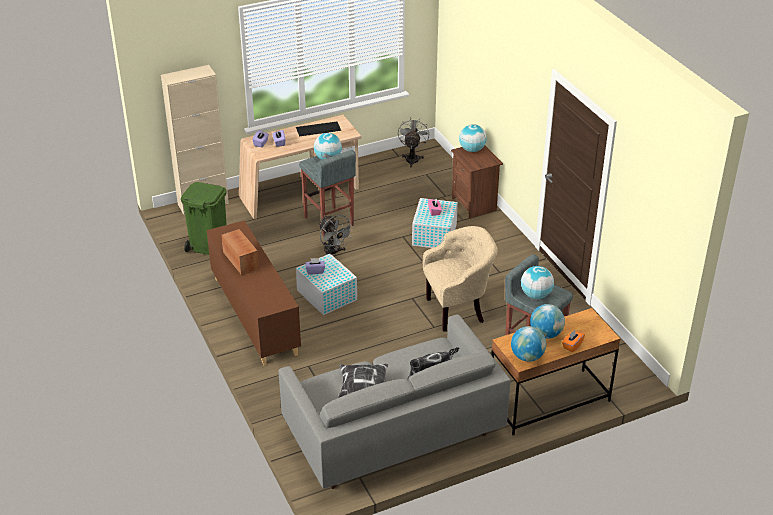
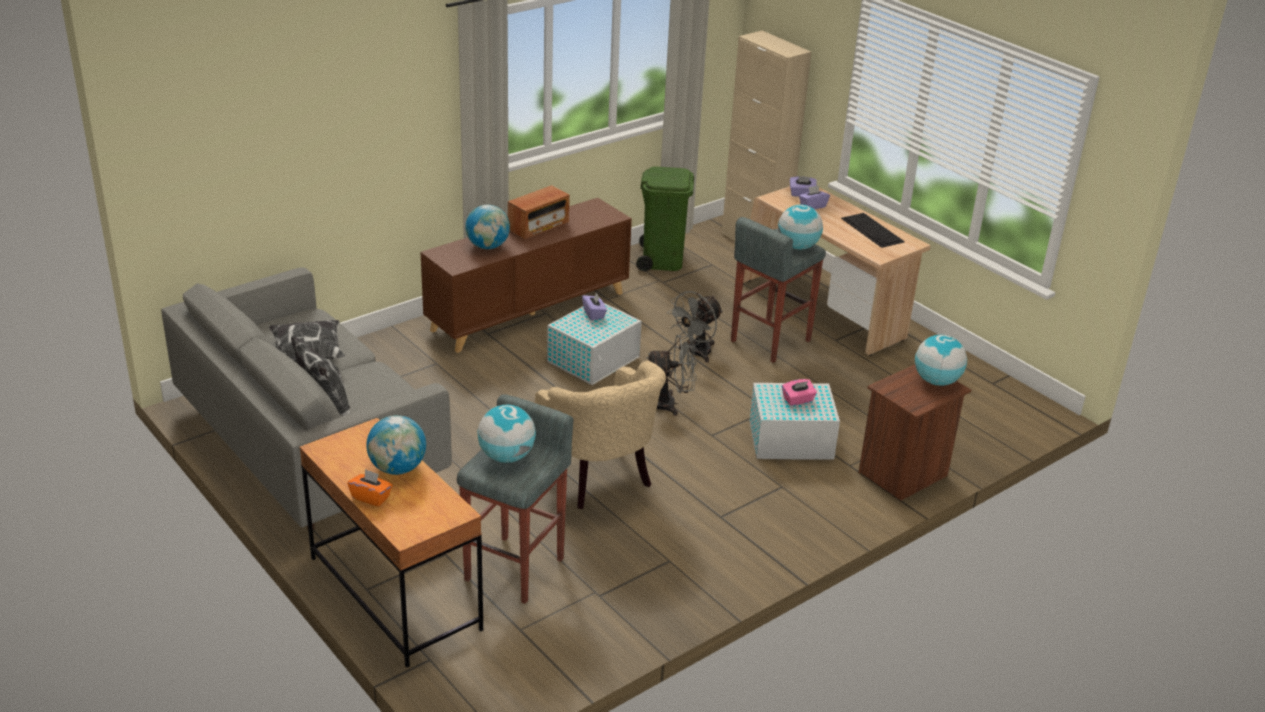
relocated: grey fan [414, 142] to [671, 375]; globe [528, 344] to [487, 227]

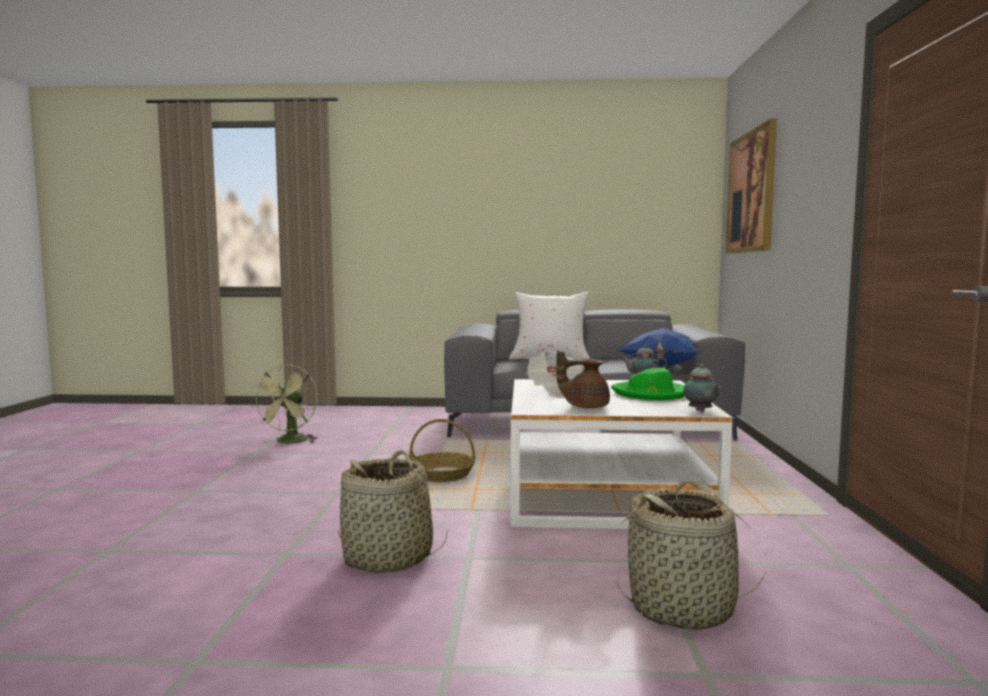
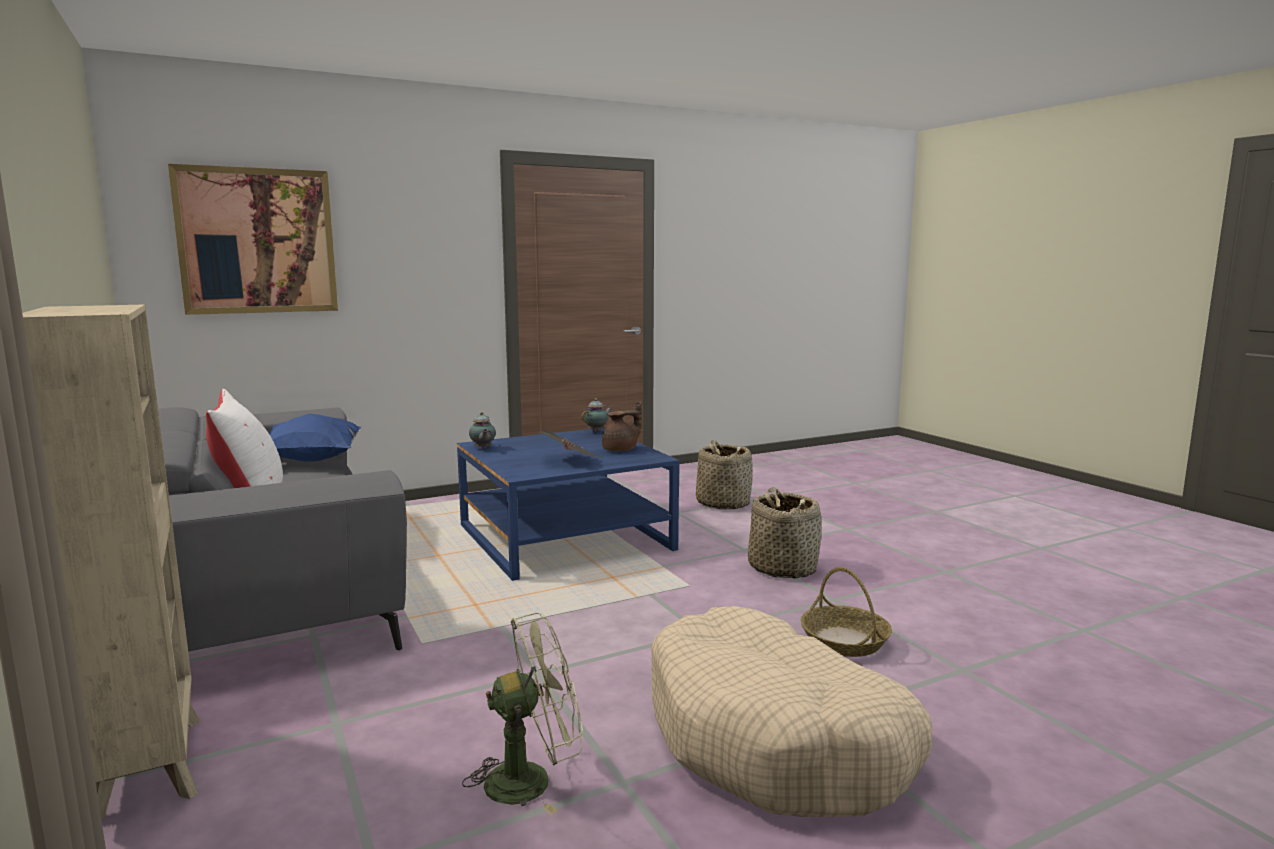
missing: green hat [648, 384]
appeared: beige bookcase [111, 561]; beige dog bed [791, 711]
relocated: basket [442, 450] to [846, 612]
colour: white coffee table [621, 454] to blue coffee table [568, 504]
spun: brown teapot [583, 379] = [622, 426] 90 degrees counterclockwise

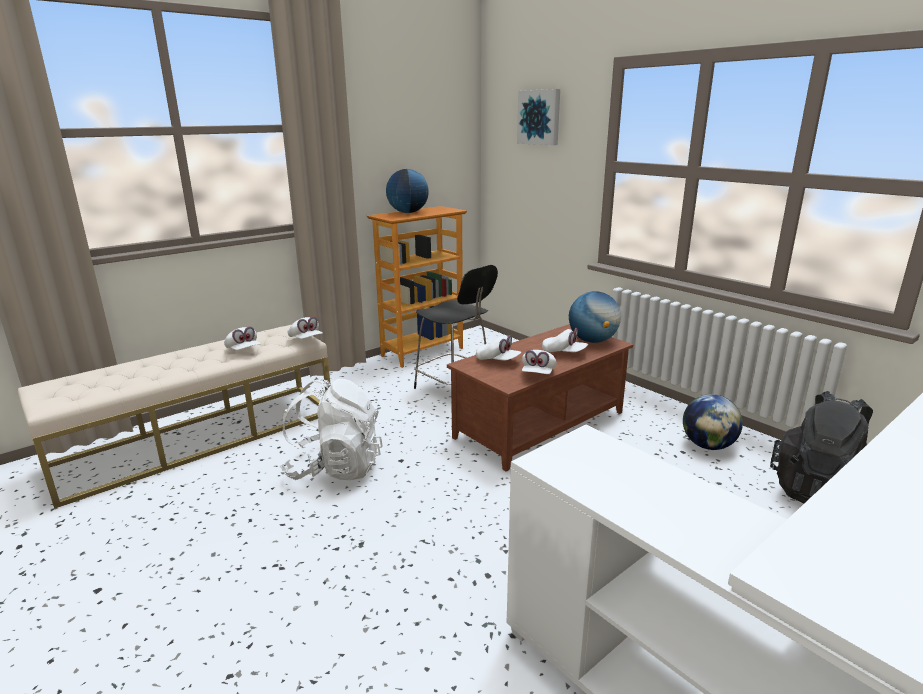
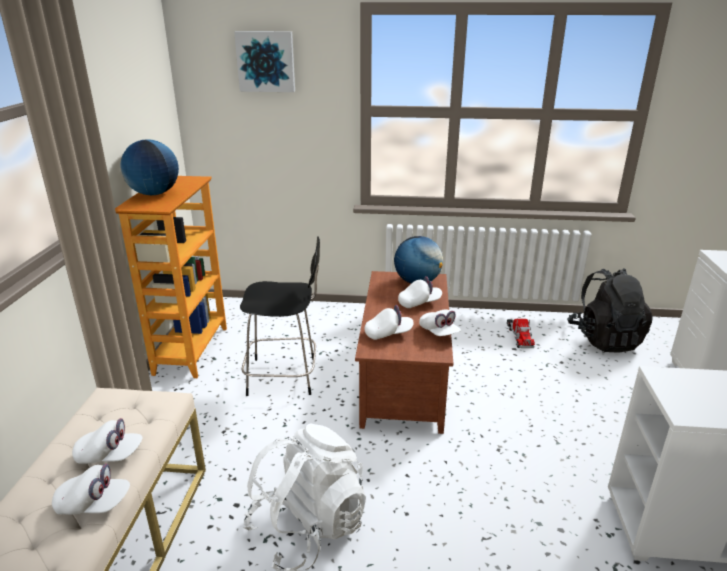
relocated: white cap [305, 328] to [91, 489]
exchanged: globe [713, 422] to toy truck [521, 333]

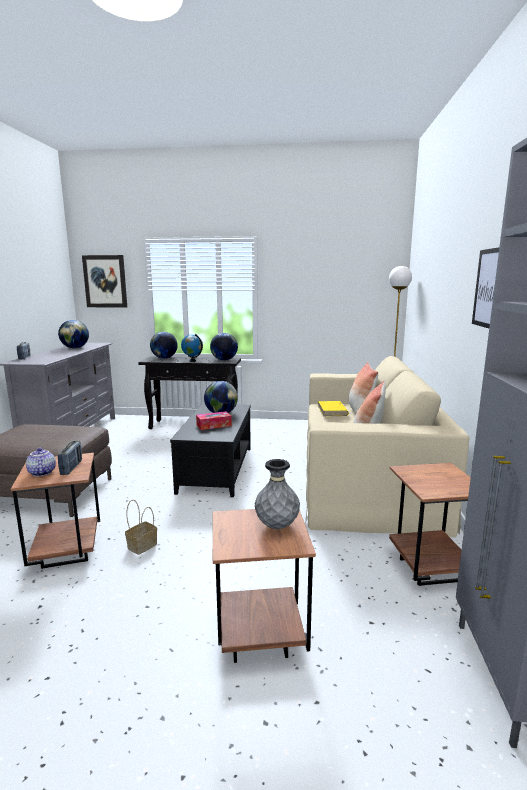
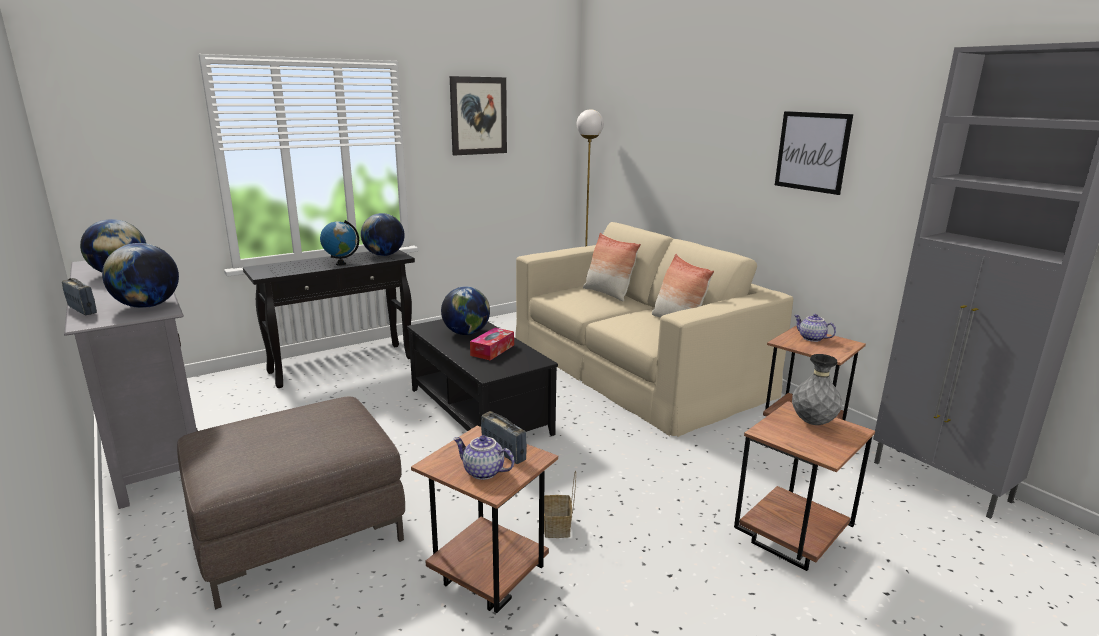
missing: yellow book [333, 408]
appeared: teapot [815, 328]
relocated: picture [104, 281] to [478, 115]; globe [164, 345] to [140, 275]

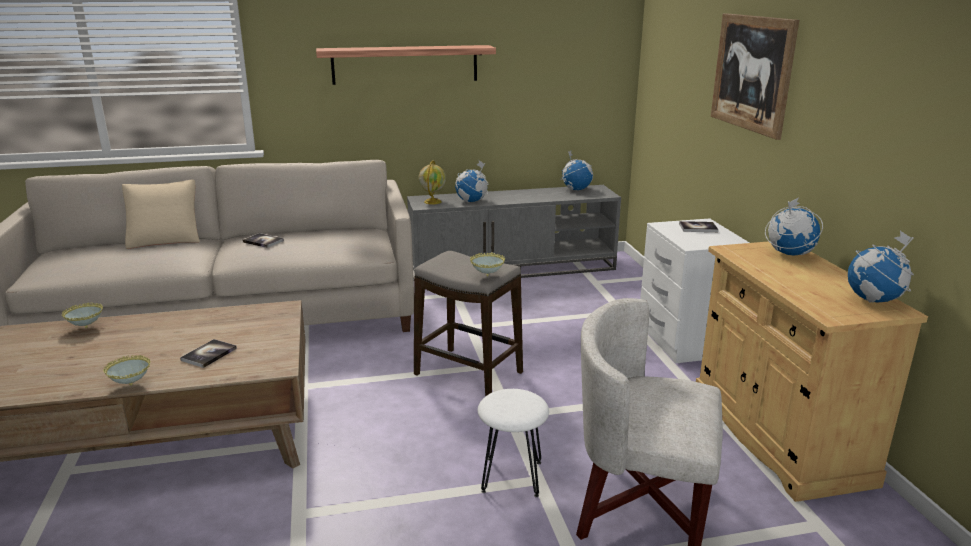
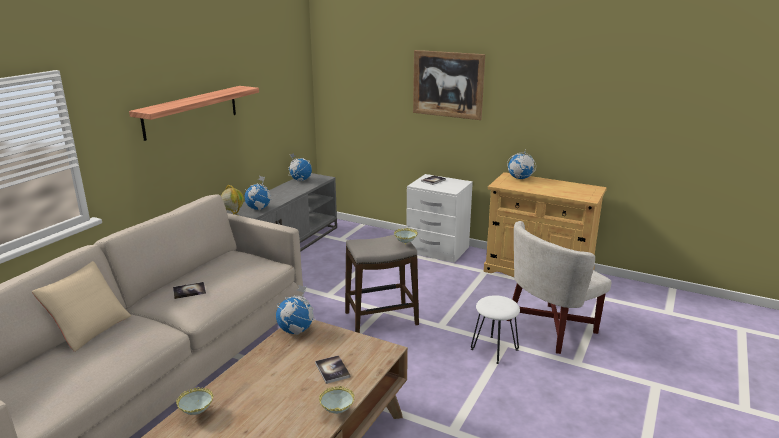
relocated: globe [881, 267] to [296, 310]

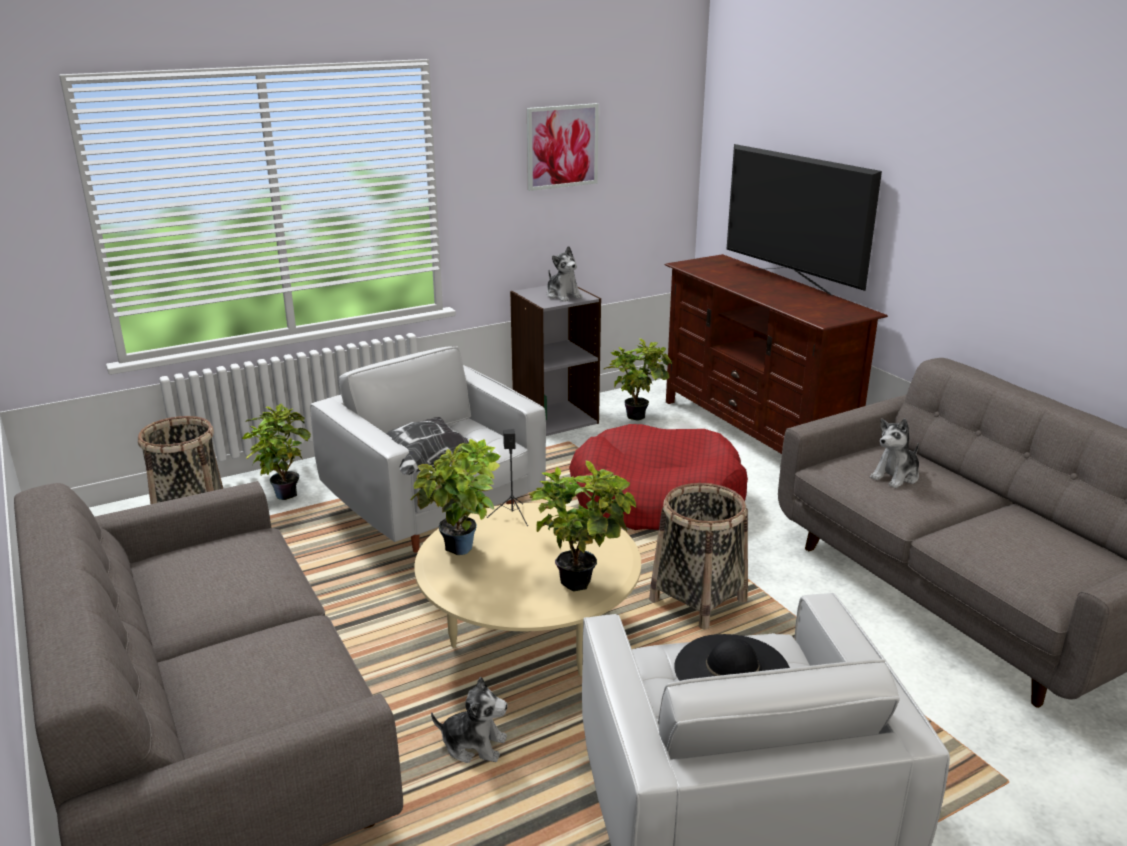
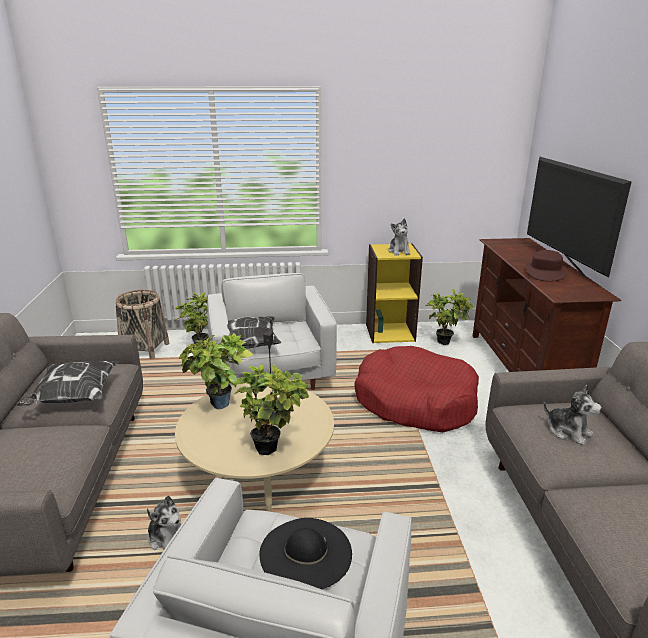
missing: picture [563, 147]; basket [698, 556]
appeared: pillow [67, 383]; brown hat [546, 265]
colour: grey bookcase [555, 360] to yellow bookcase [394, 293]
spun: plush toy [894, 453] = [572, 415] 120 degrees counterclockwise

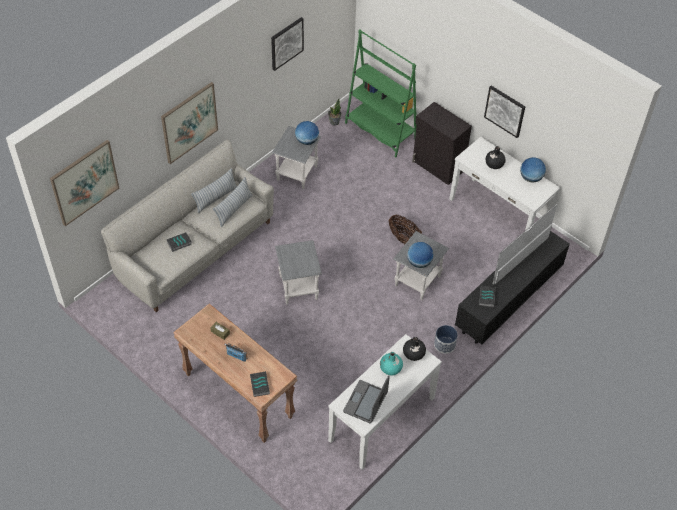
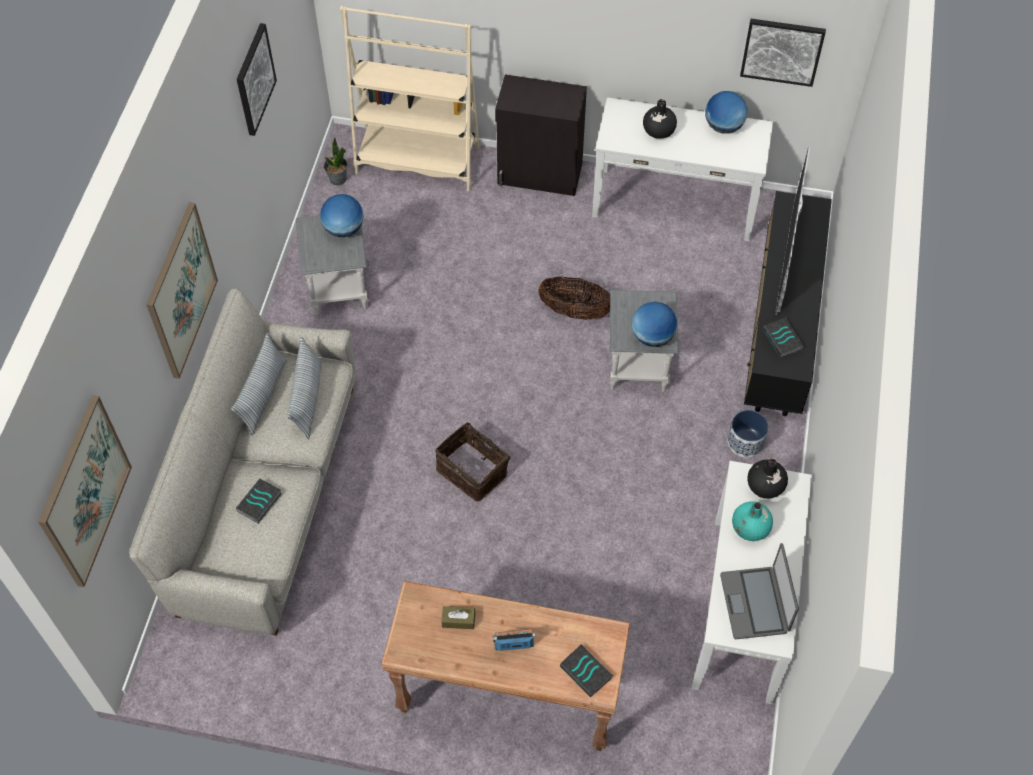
relocated: picture [504, 112] to [783, 53]
exchanged: grey side table [298, 272] to basket [472, 462]
colour: green bookcase [381, 93] to beige bookcase [409, 98]

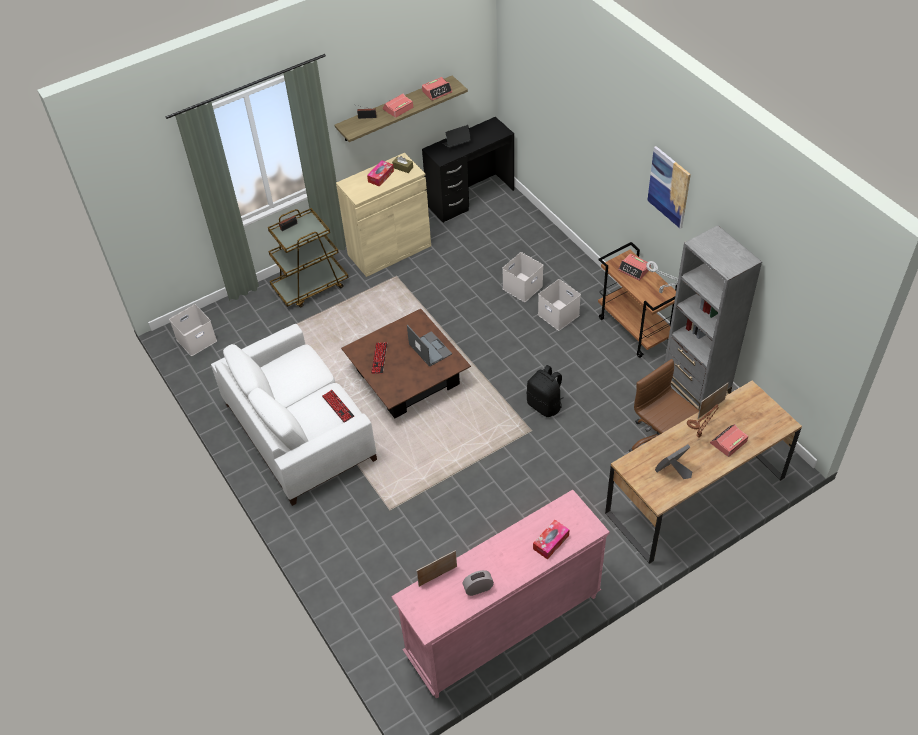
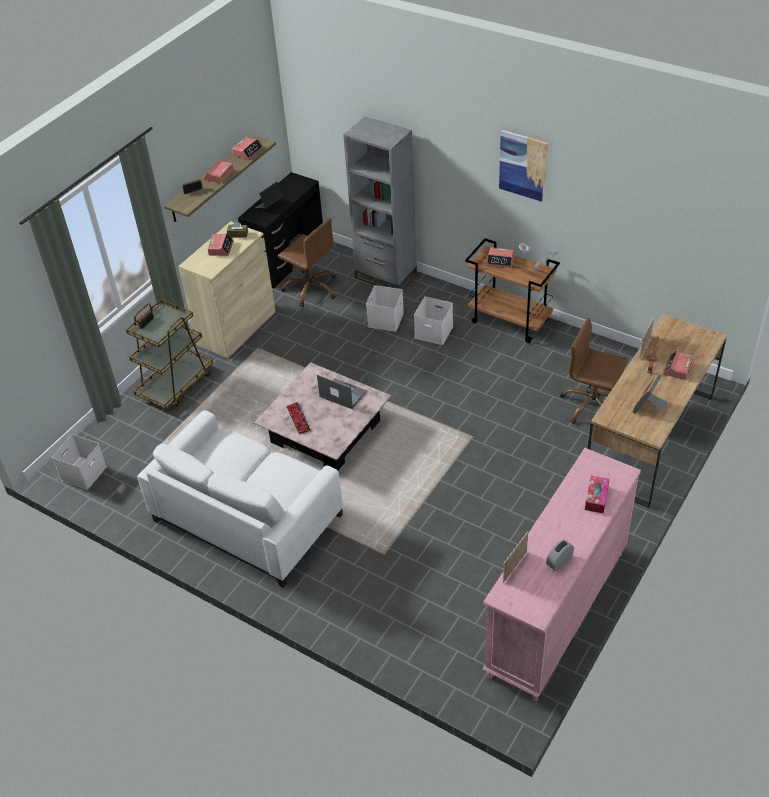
missing: keyboard [338, 406]; black backpack [545, 391]
appeared: brown office chair [307, 262]
relocated: grey bookcase [713, 317] to [380, 203]
exchanged: tissue box [380, 173] to alarm clock [220, 244]
colour: brown coffee table [406, 363] to pink coffee table [322, 416]

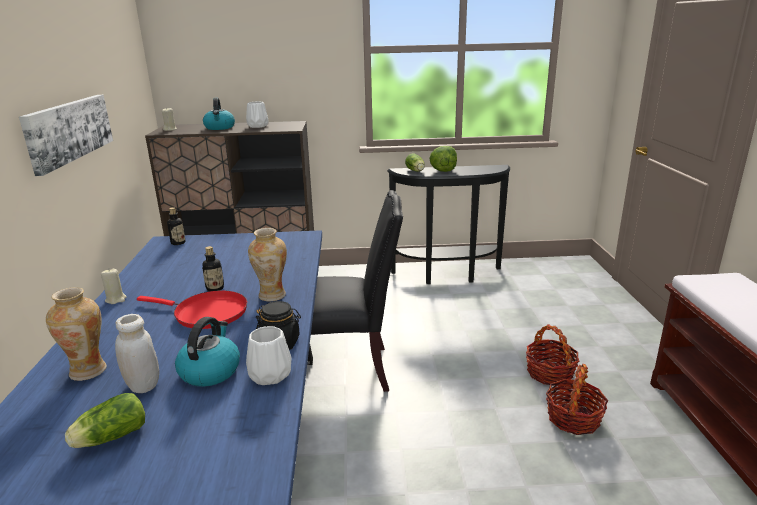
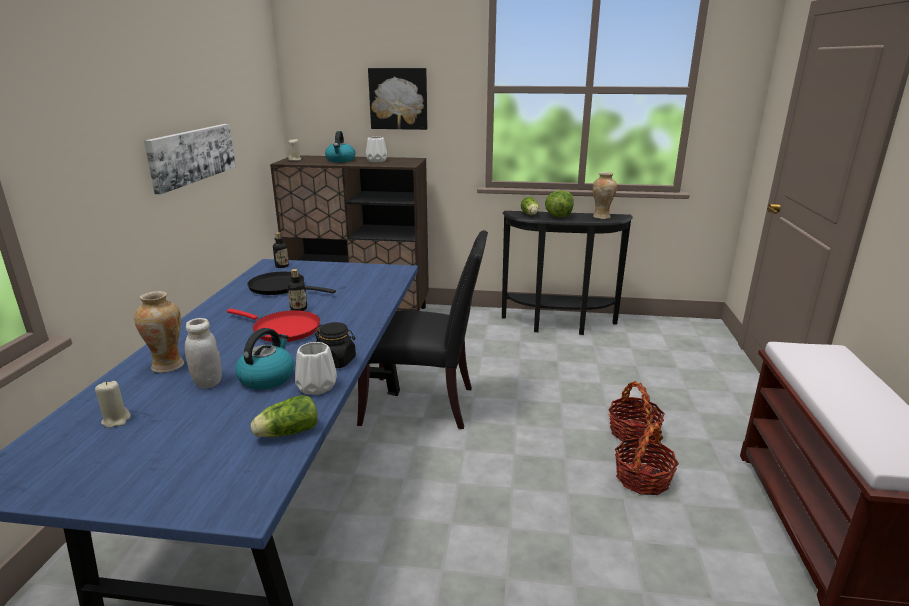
appeared: black frying pan [291, 283]; picture [398, 99]
relocated: lettuce [105, 420] to [284, 416]; beige candle [114, 286] to [113, 404]; vase [267, 265] to [605, 195]

